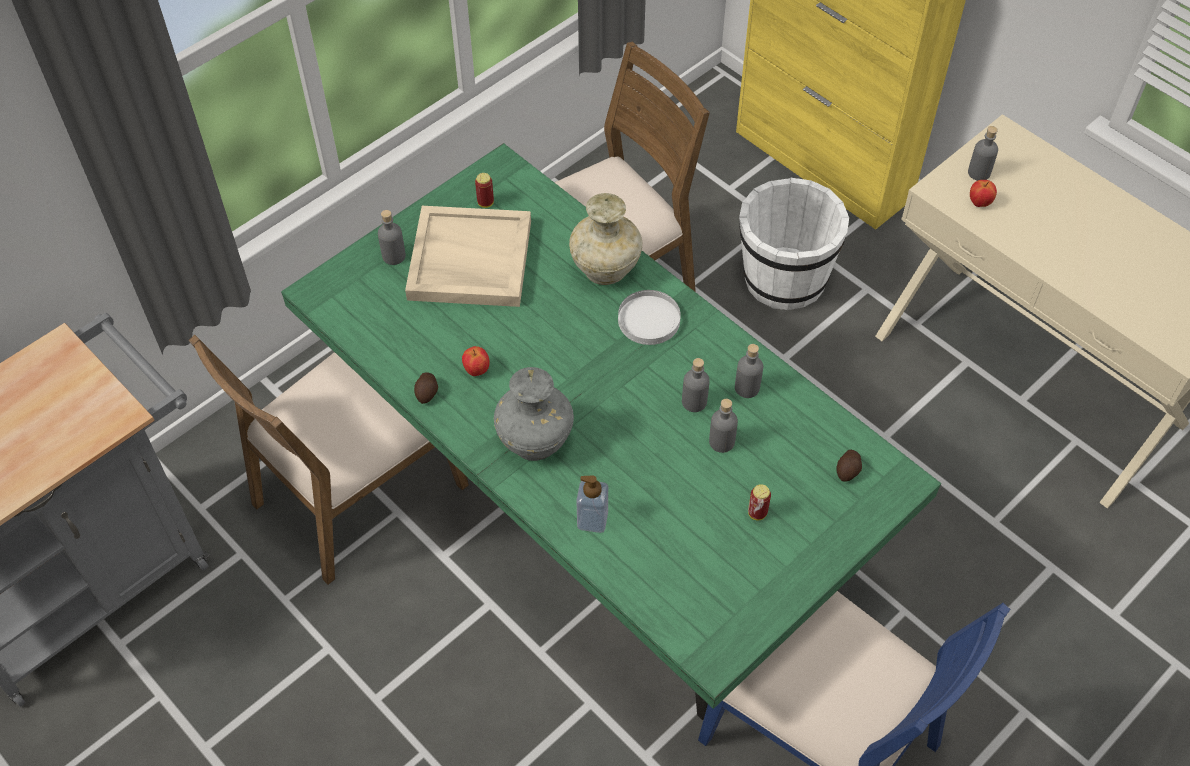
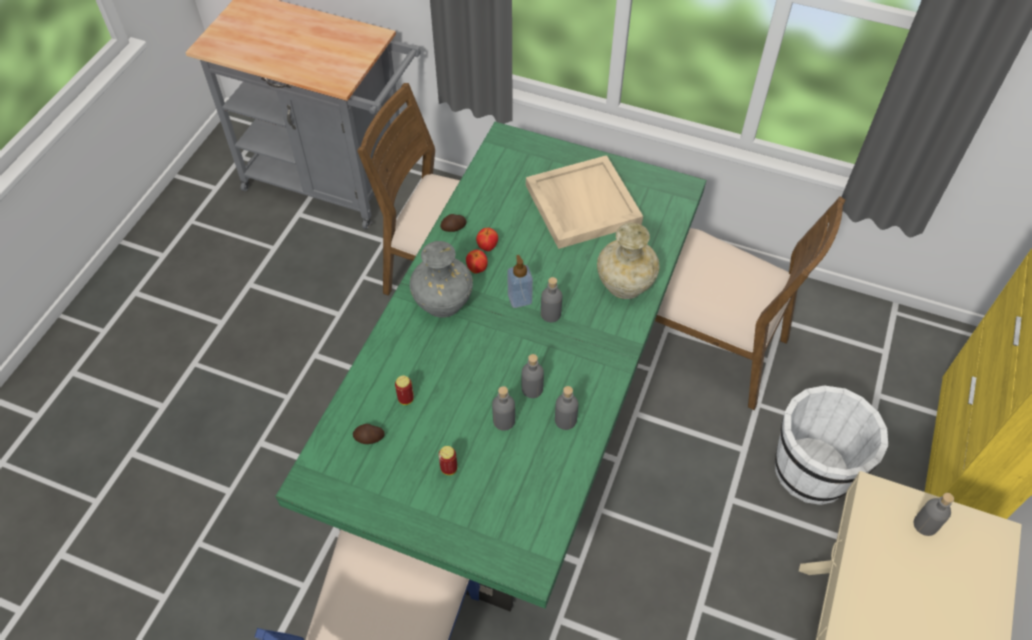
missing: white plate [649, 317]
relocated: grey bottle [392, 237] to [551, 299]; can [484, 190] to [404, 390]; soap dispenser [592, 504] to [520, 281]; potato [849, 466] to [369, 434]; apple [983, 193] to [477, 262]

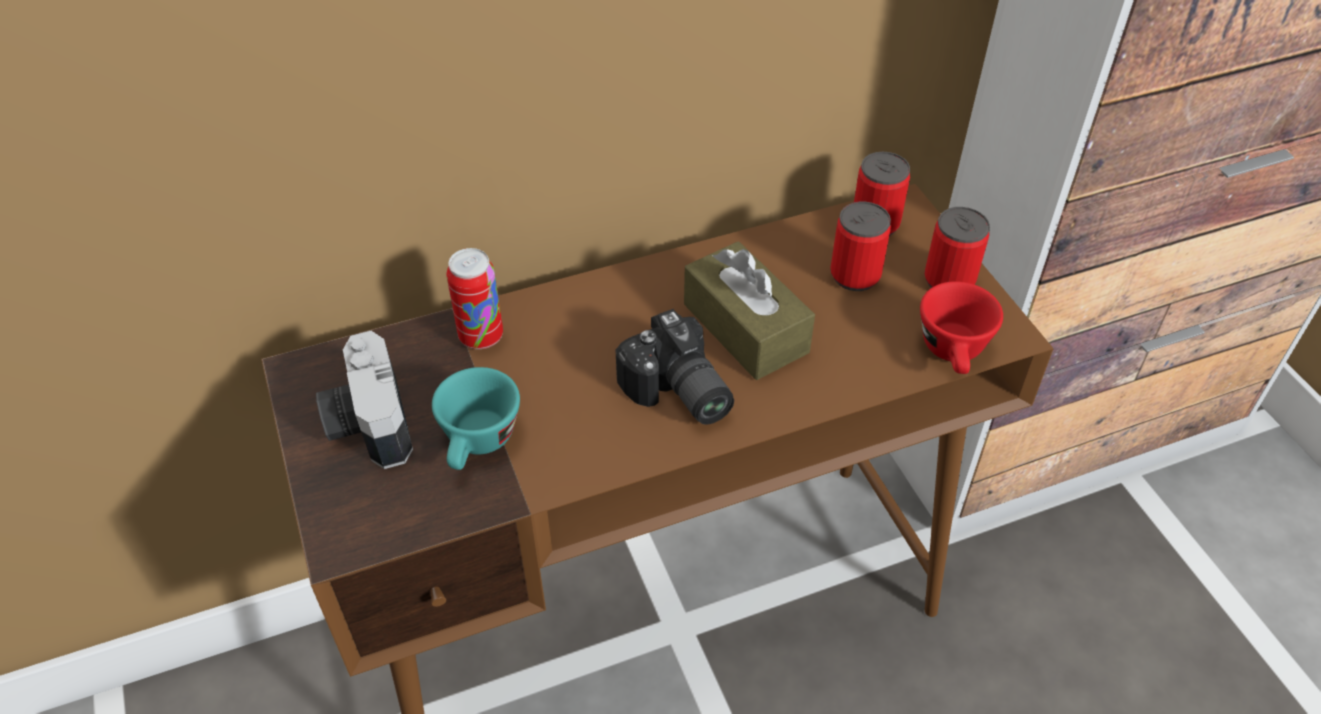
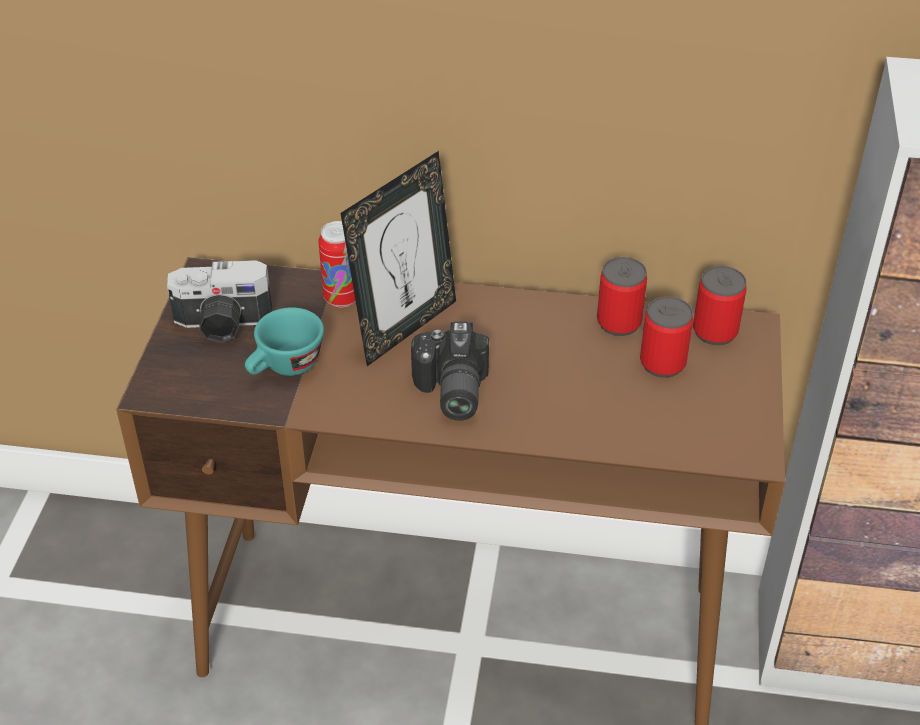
missing: brown tissue box [749, 310]; red cup [961, 327]
appeared: picture frame [398, 258]
relocated: can [957, 247] to [622, 296]
spun: photo camera [364, 400] = [219, 301] 105 degrees counterclockwise

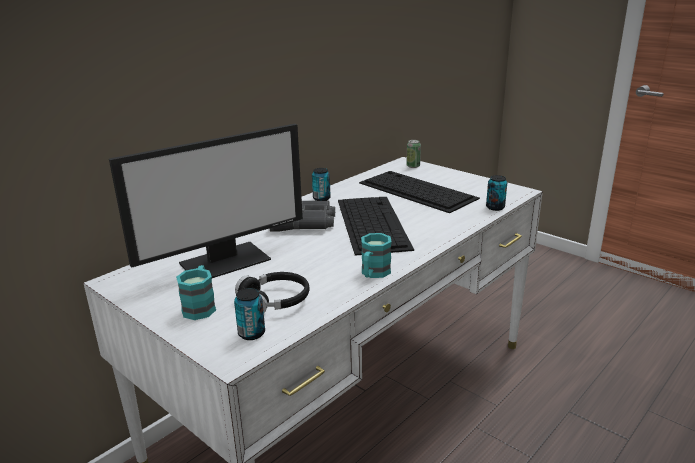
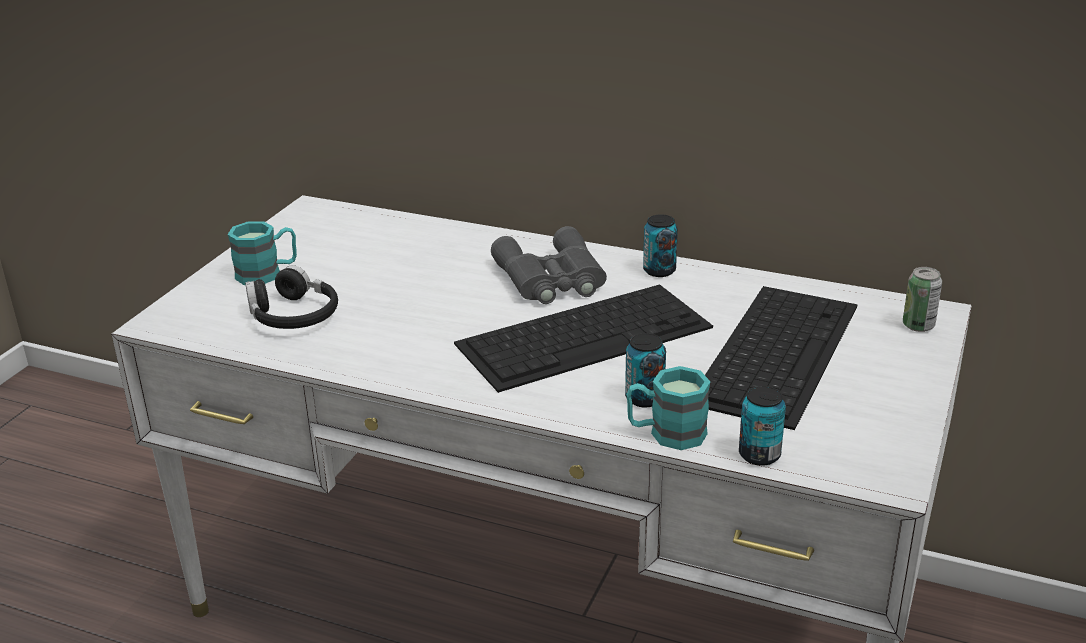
missing: monitor [206, 201]
relocated: can [249, 314] to [645, 370]; turquoise mug [376, 255] to [668, 408]

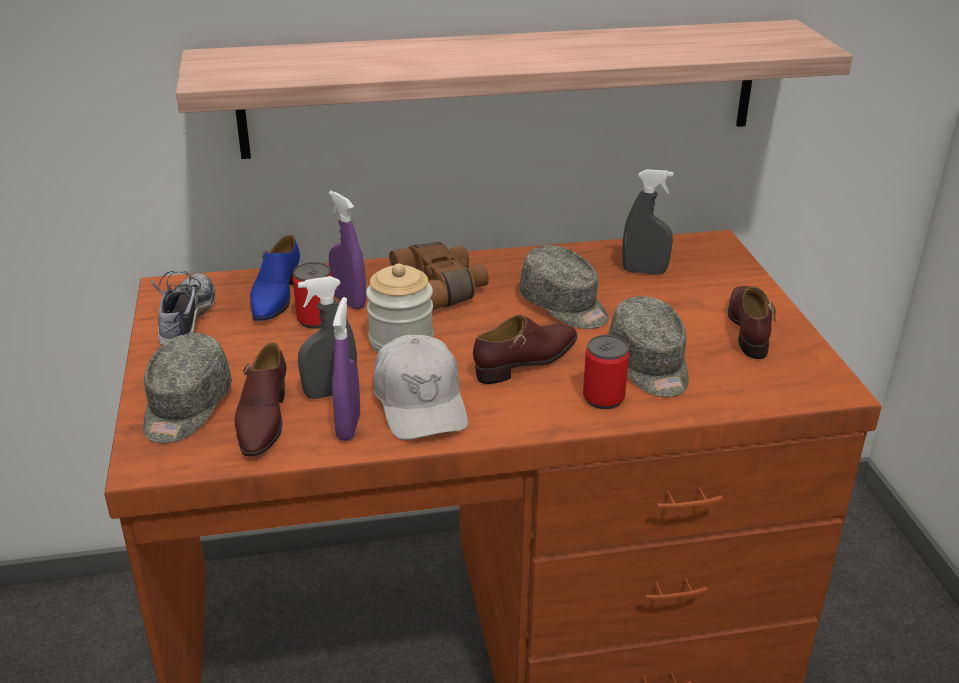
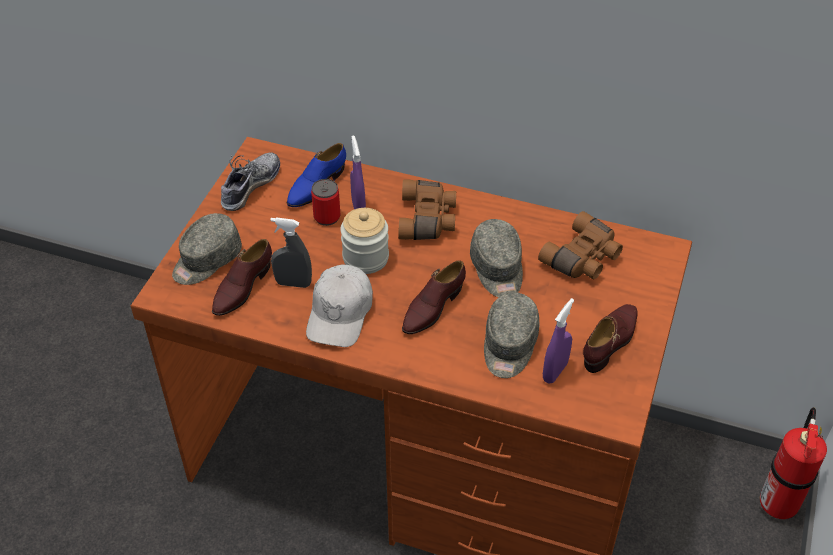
missing: shelf [514, 89]; can [606, 372]
appeared: fire extinguisher [793, 463]
relocated: purple spray bottle [346, 369] to [558, 340]
exchanged: grey spray bottle [648, 222] to brown binoculars [580, 245]
spun: brown shoe [525, 349] = [434, 297] 135 degrees clockwise

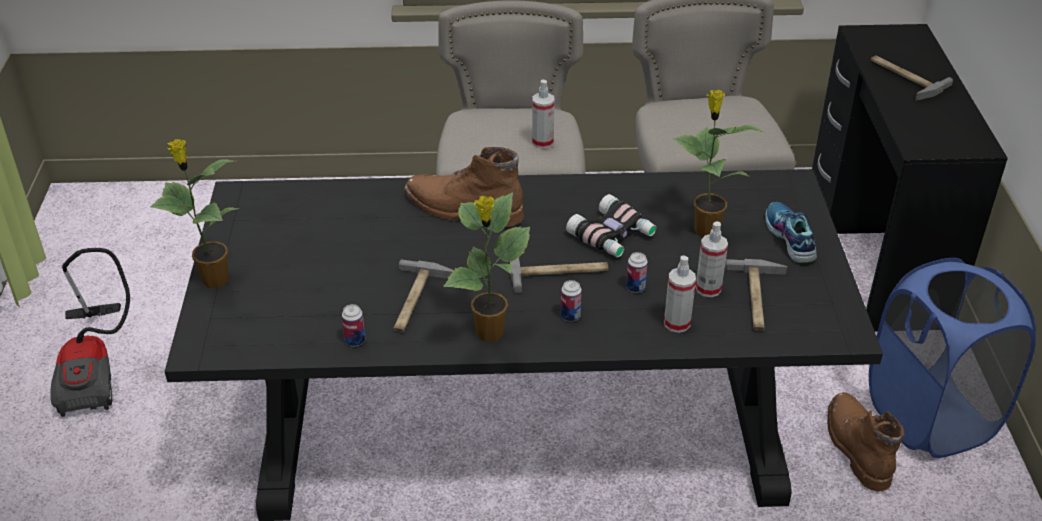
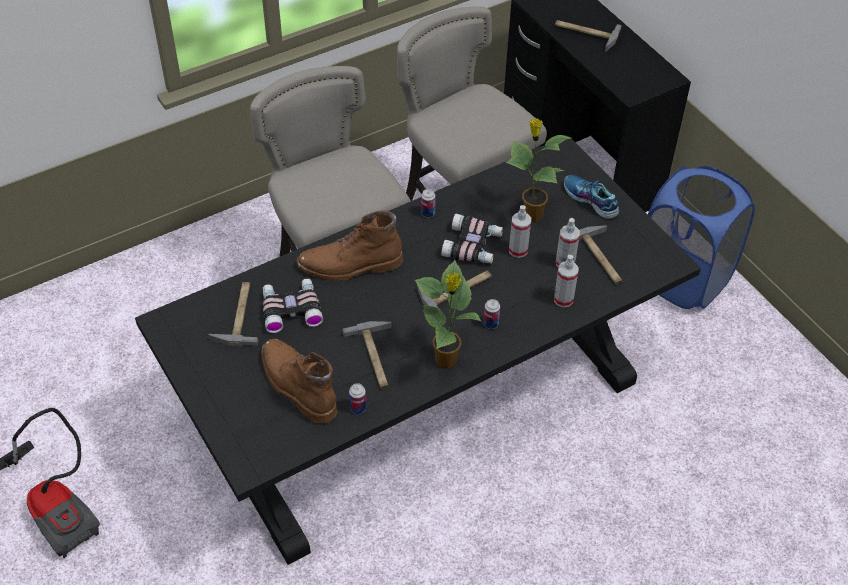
missing: potted plant [194, 213]
appeared: hammer [233, 314]; binoculars [293, 305]
relocated: spray bottle [543, 114] to [520, 231]; can [637, 272] to [428, 203]; brown boot [866, 442] to [299, 381]

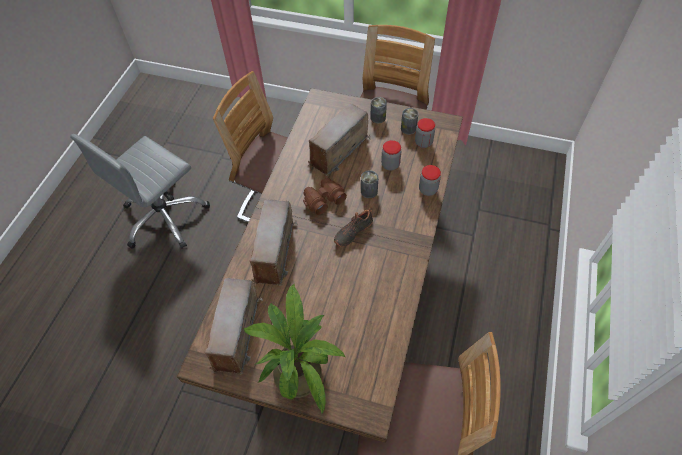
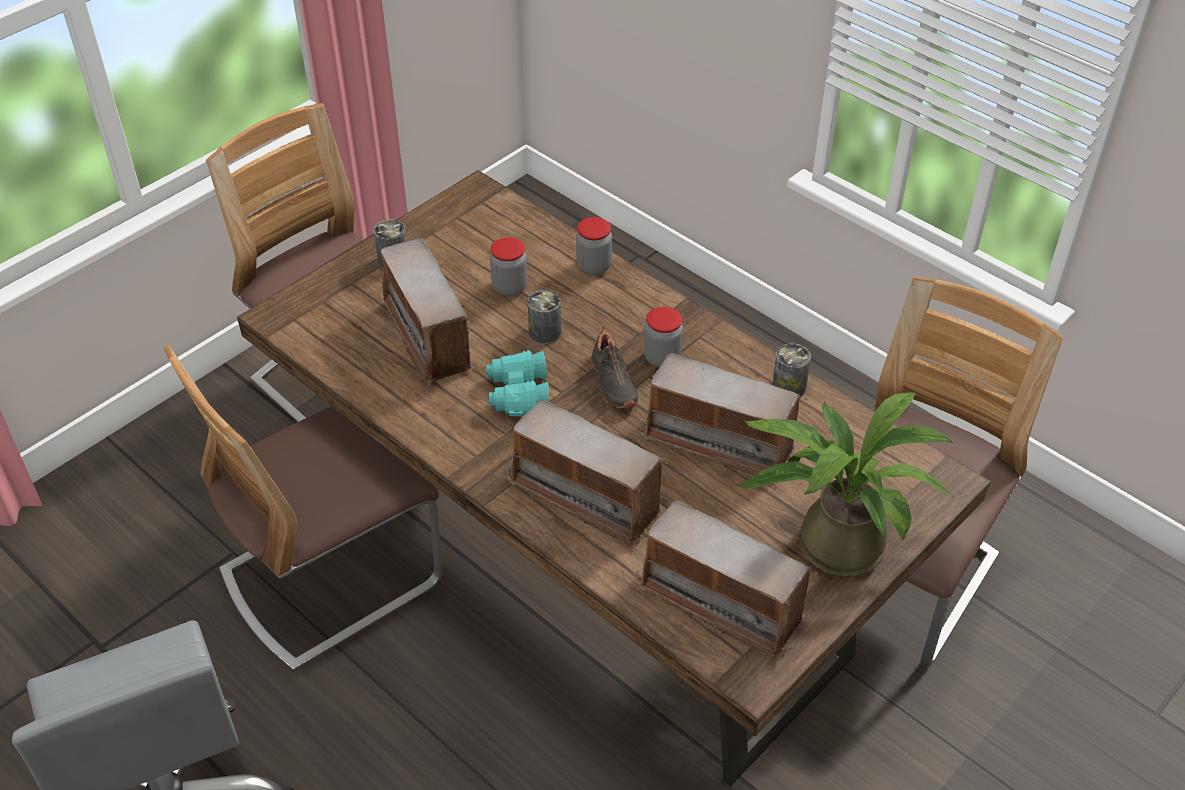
appeared: radio [723, 418]
relocated: can [409, 121] to [791, 370]; jar [425, 133] to [663, 337]
colour: brown binoculars [325, 196] to turquoise binoculars [517, 383]

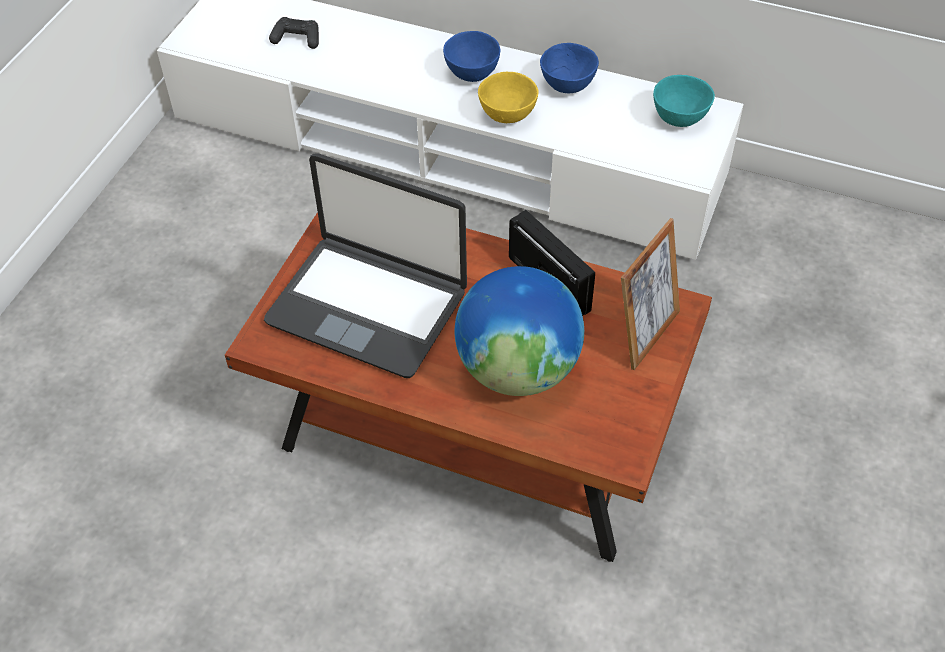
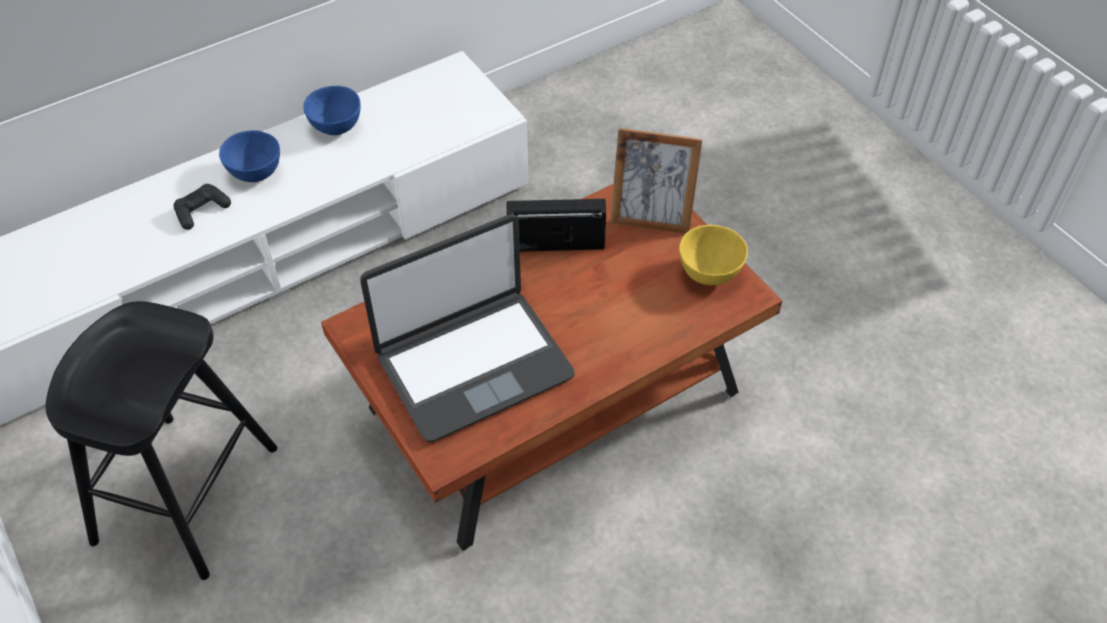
missing: globe [519, 331]; turquoise bowl [684, 101]
appeared: black stool [161, 440]
relocated: black game controller [294, 33] to [202, 207]; yellow bowl [508, 97] to [713, 255]
spun: picture frame [650, 294] = [656, 181] 120 degrees clockwise

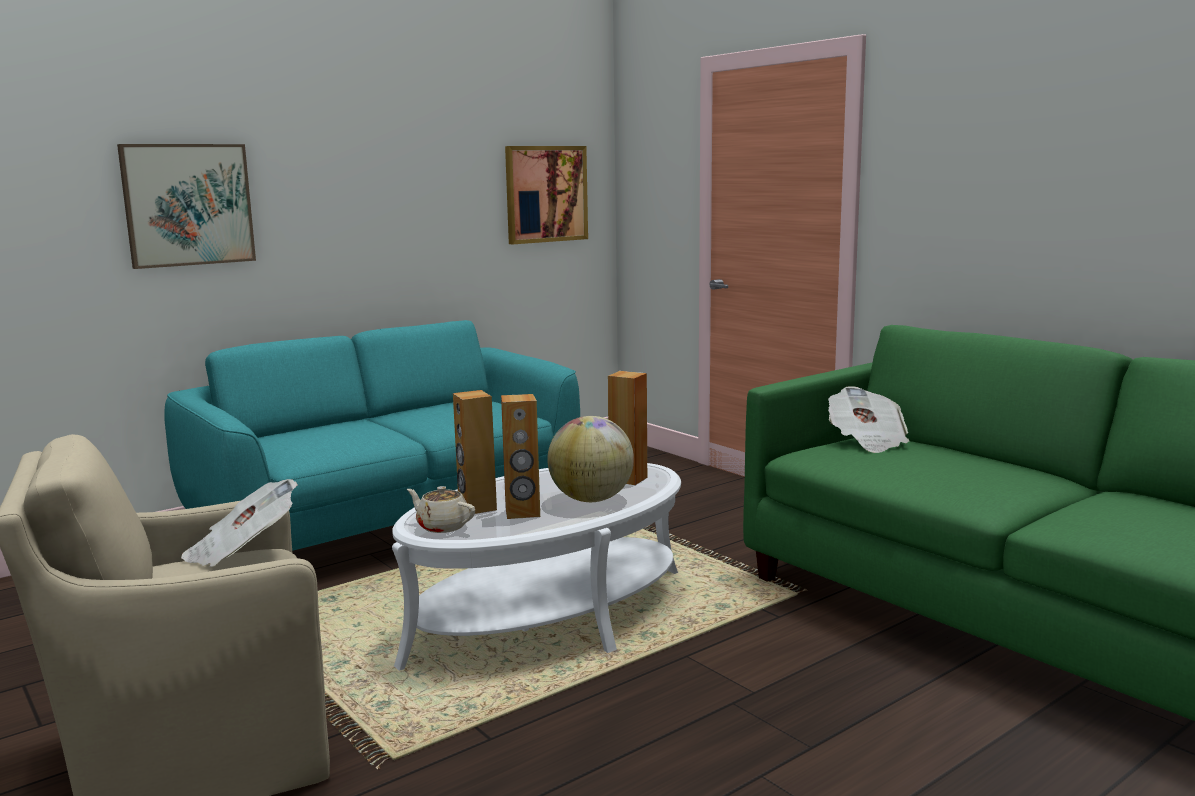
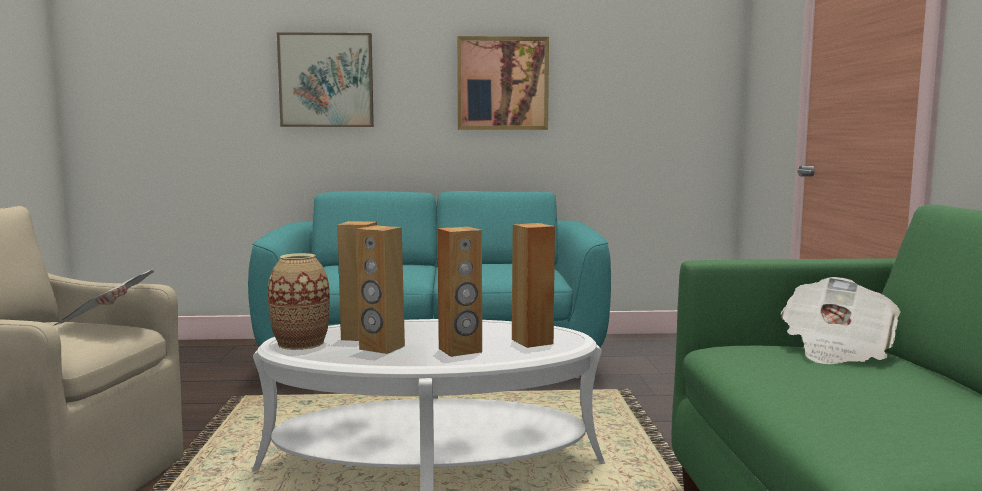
relocated: picture [546, 195] to [503, 83]
exchanged: beige teapot [441, 509] to vase [299, 301]; globe [590, 459] to brown speaker [459, 292]

